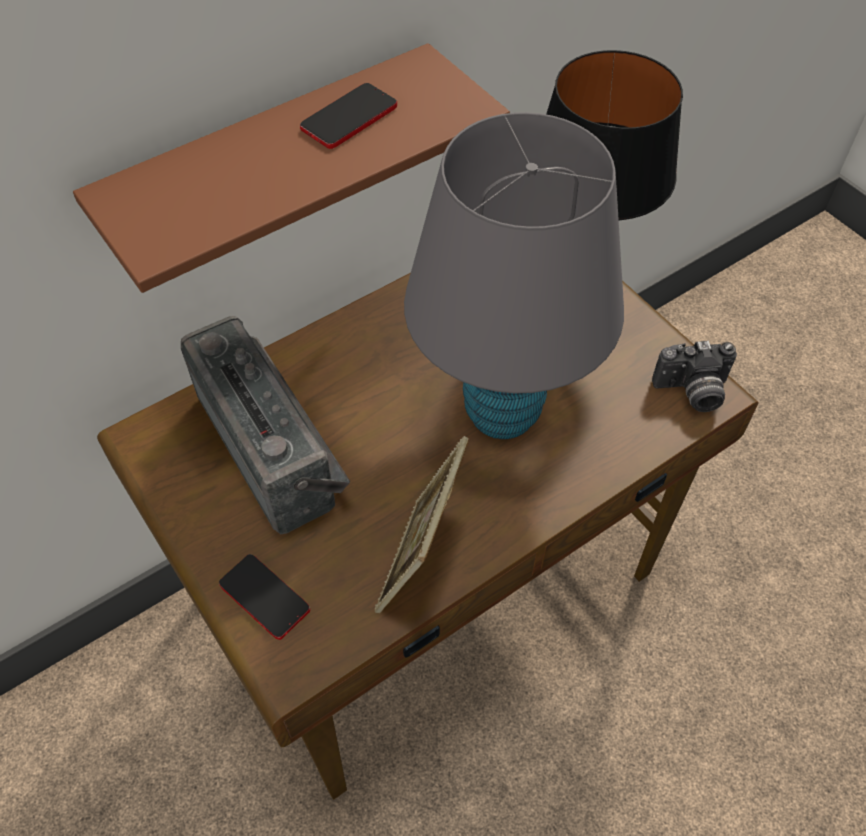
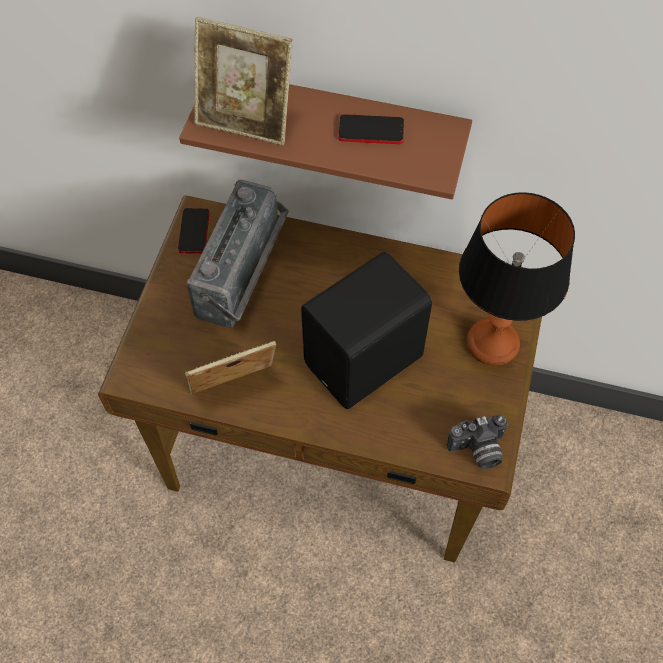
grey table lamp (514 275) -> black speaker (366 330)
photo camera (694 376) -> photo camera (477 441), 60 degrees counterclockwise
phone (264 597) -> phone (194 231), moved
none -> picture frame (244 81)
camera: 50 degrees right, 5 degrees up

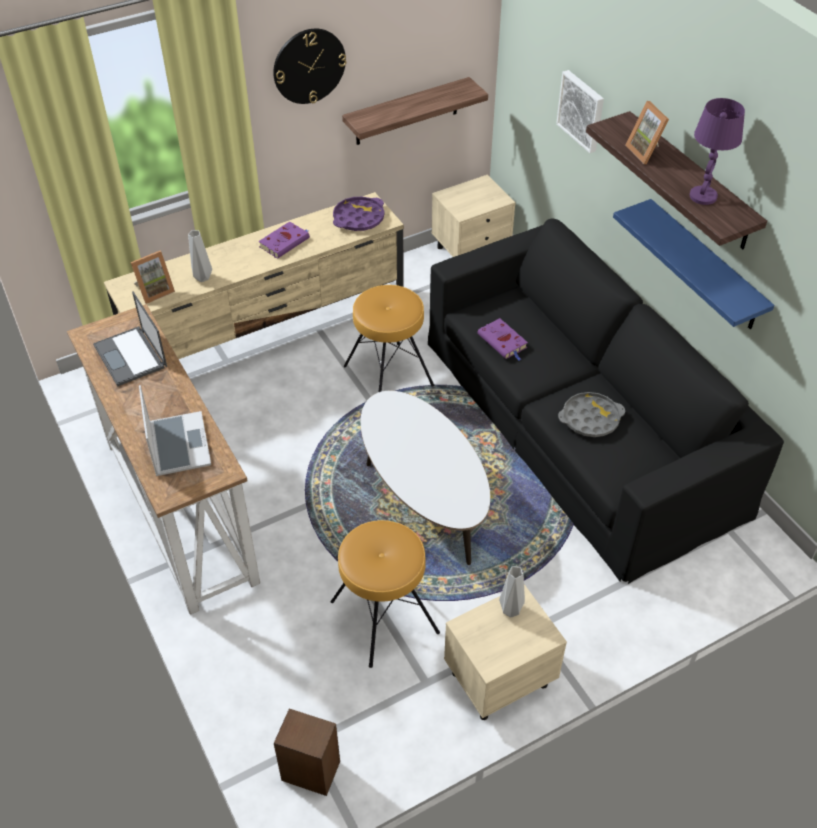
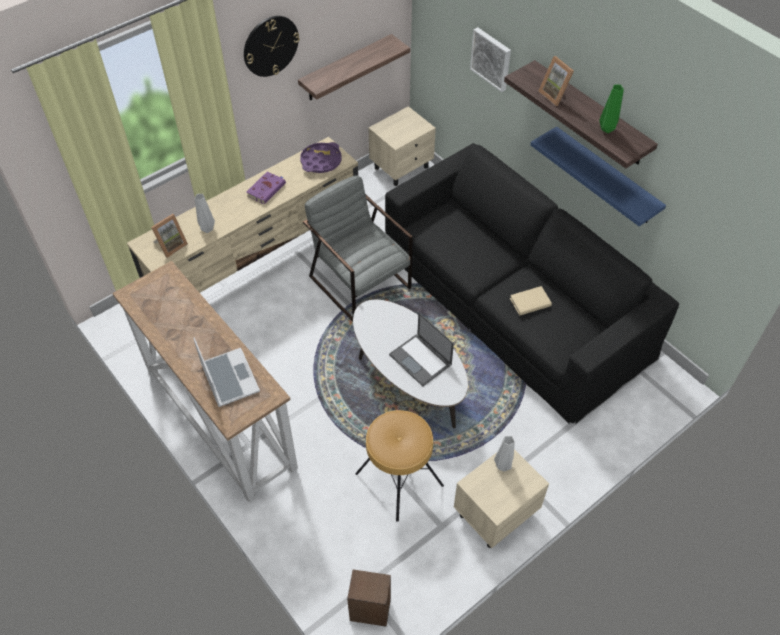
purple table lamp (717 151) -> green vase (611 108)
brown stool (389 338) -> grey armchair (358 248)
laptop (130 339) -> laptop (421 350), moved
purple book (502 339) -> none
grey tray (591 414) -> beige book (531 301)
camera: 10 degrees left, 5 degrees up

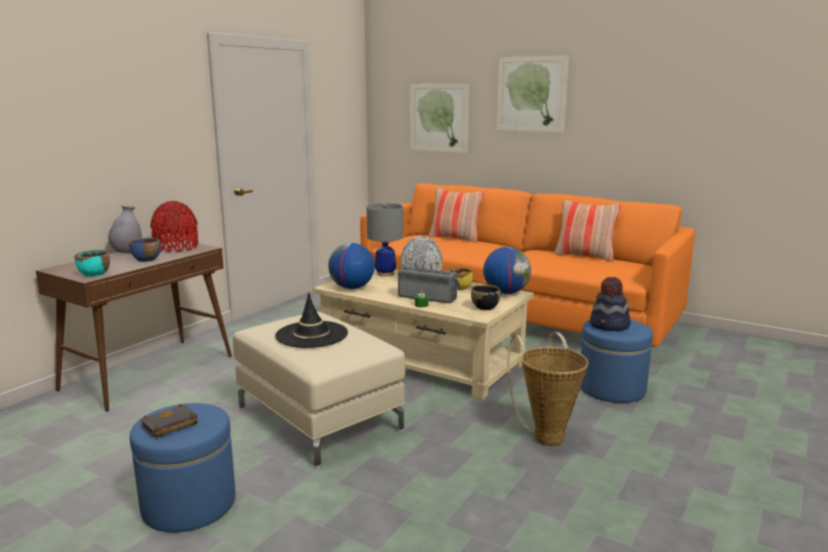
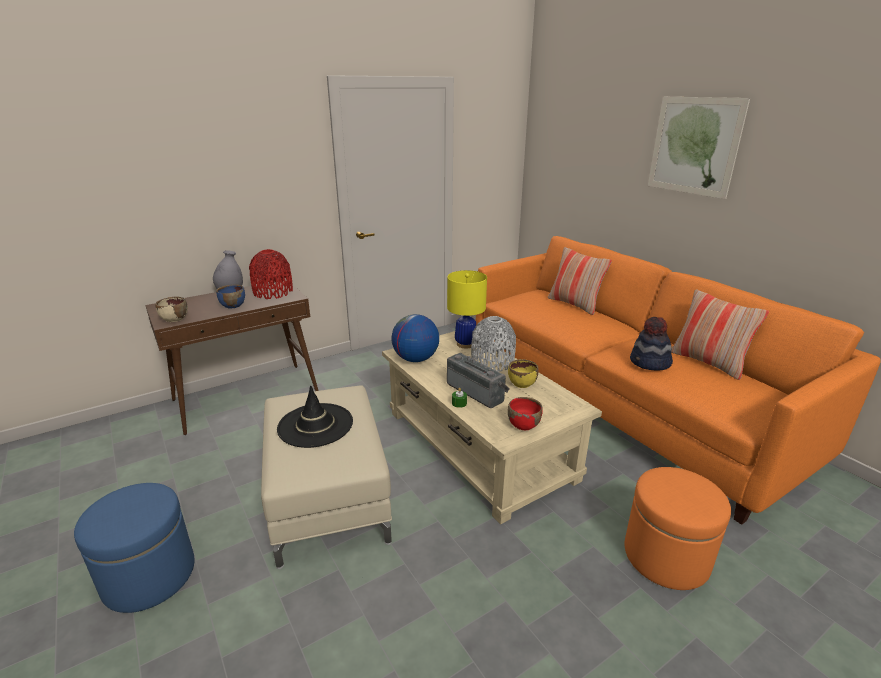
picture (439 118) -> none
grey table lamp (384 240) -> yellow table lamp (467 309)
globe (507 270) -> none
turquoise bowl (92 263) -> beige bowl (171 309)
hat (610 304) -> hat (651 343), moved
black bowl (486 297) -> red bowl (525 413)
blue ottoman (616 361) -> orange ottoman (678 528)
basket (547 389) -> none
black book (169 421) -> none
camera: 25 degrees right, 10 degrees up

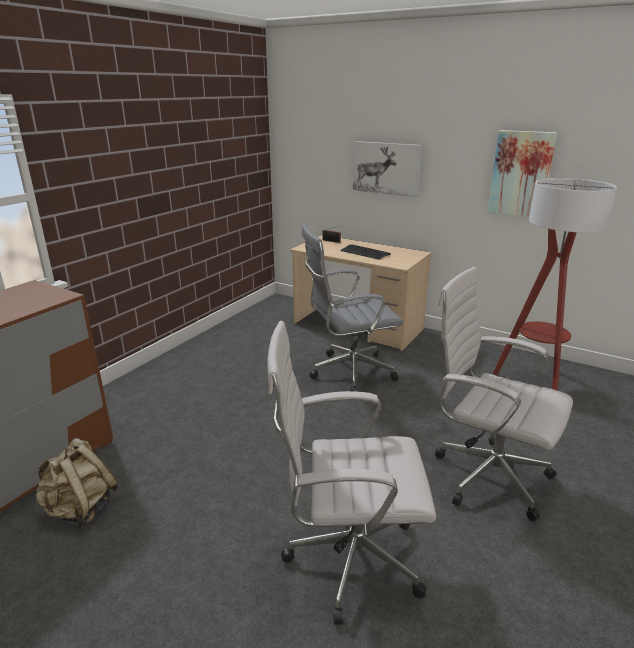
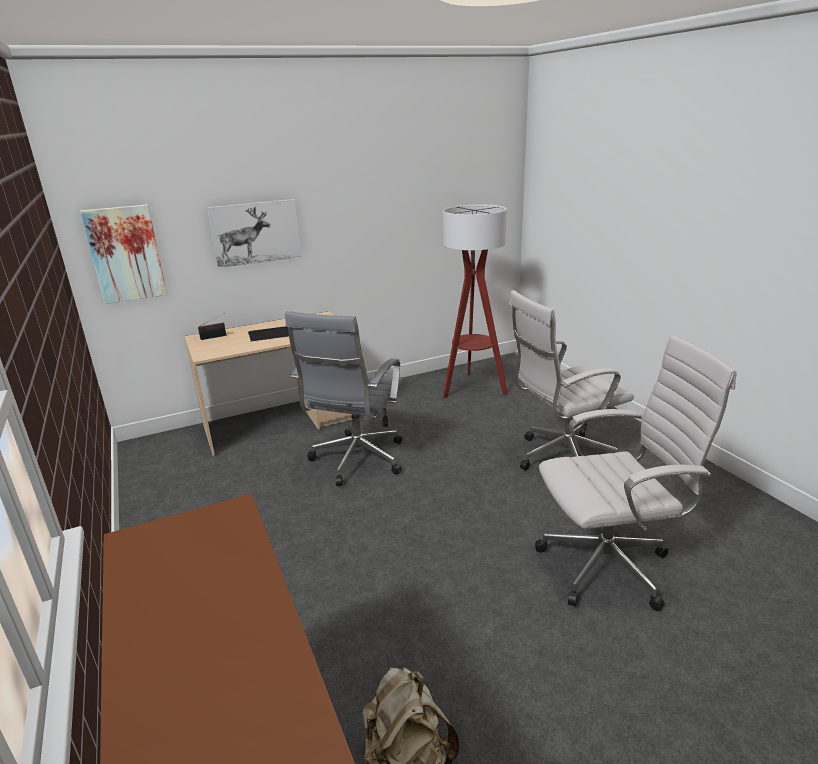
picture (522 173) -> picture (124 254), moved
white office chair (351 473) -> white office chair (636 473), 135 degrees counterclockwise
camera: 55 degrees left, 0 degrees up

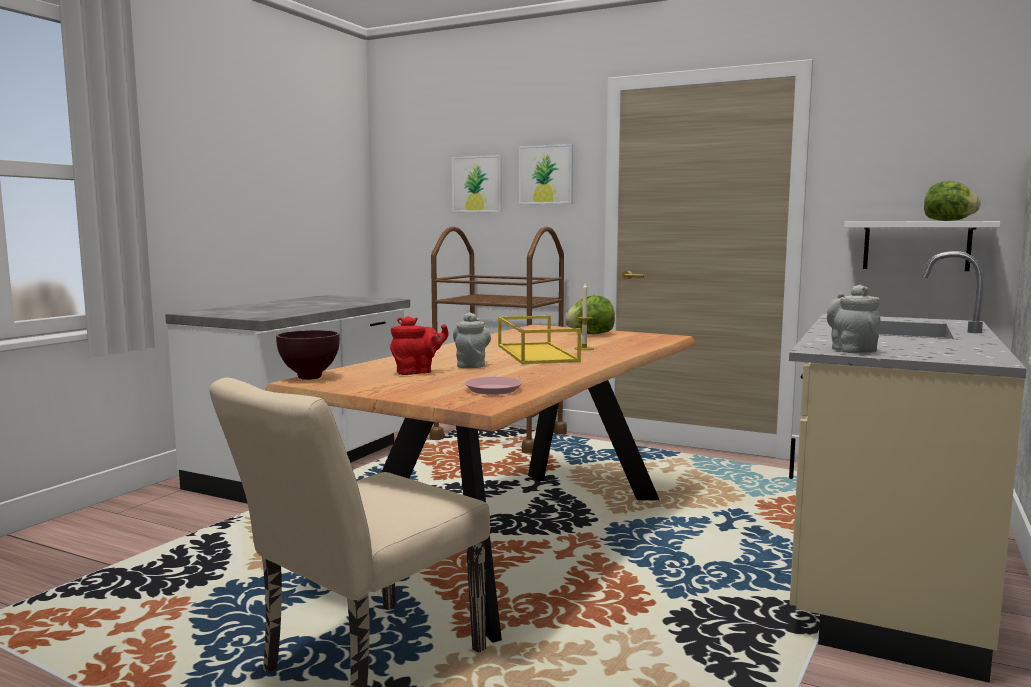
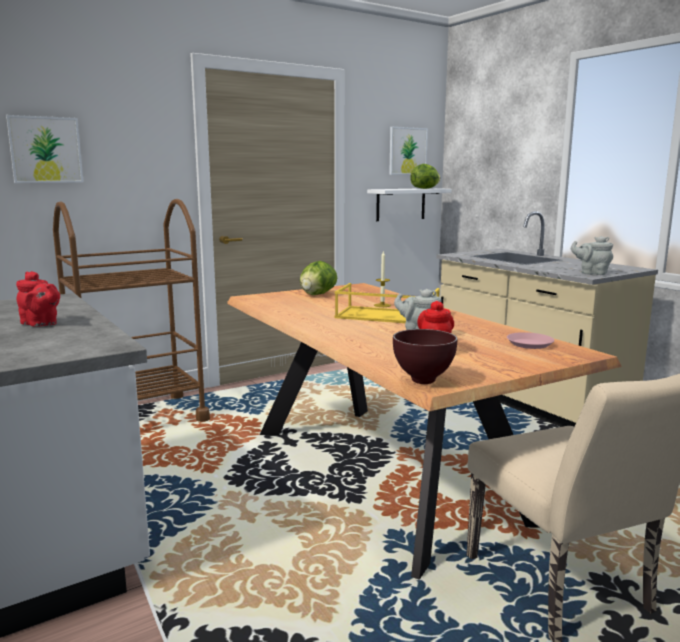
picture (546 174) -> picture (408 151), moved
none -> red teapot (38 299)
camera: 60 degrees left, 5 degrees up

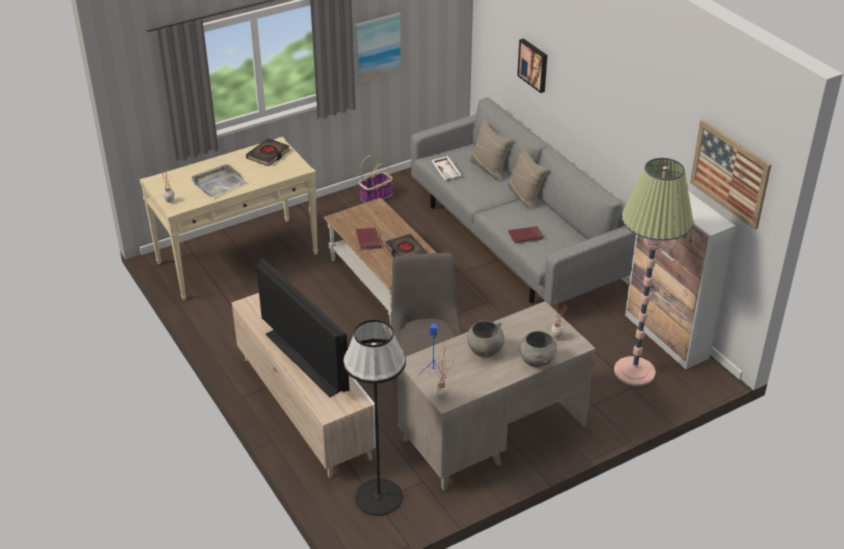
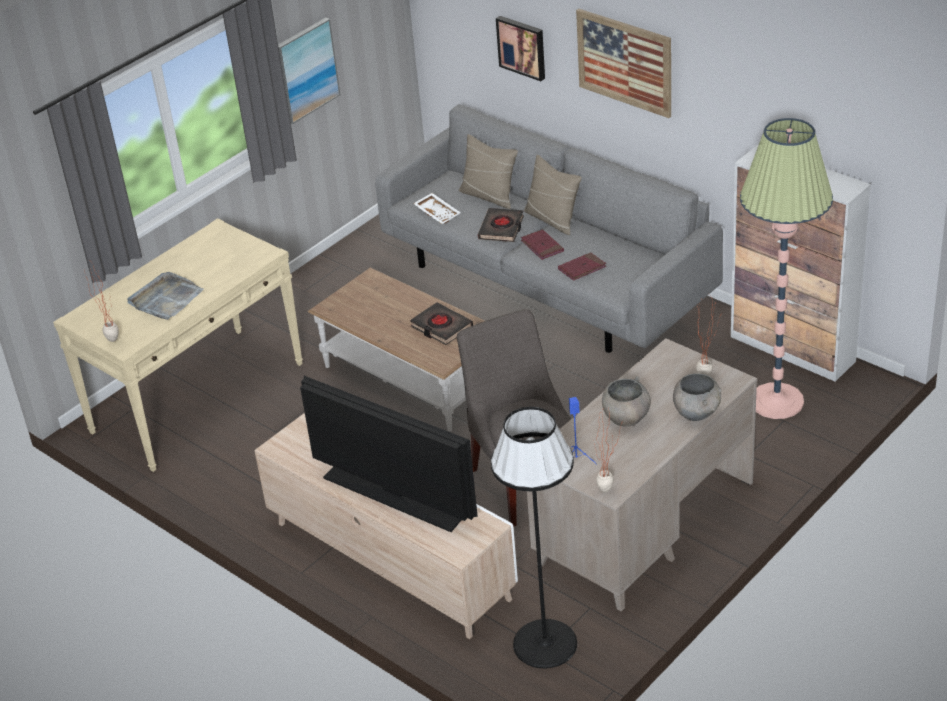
picture (730 175) -> picture (623 63), moved
black book (268 152) -> black book (501 225), moved
basket (376 179) -> none
red book (368 238) -> red book (542 244), moved
camera: 15 degrees left, 0 degrees up

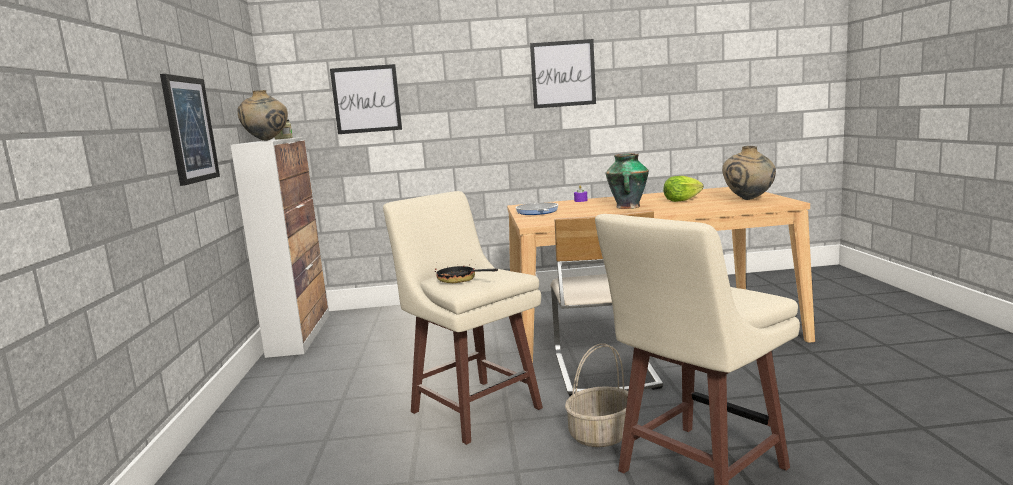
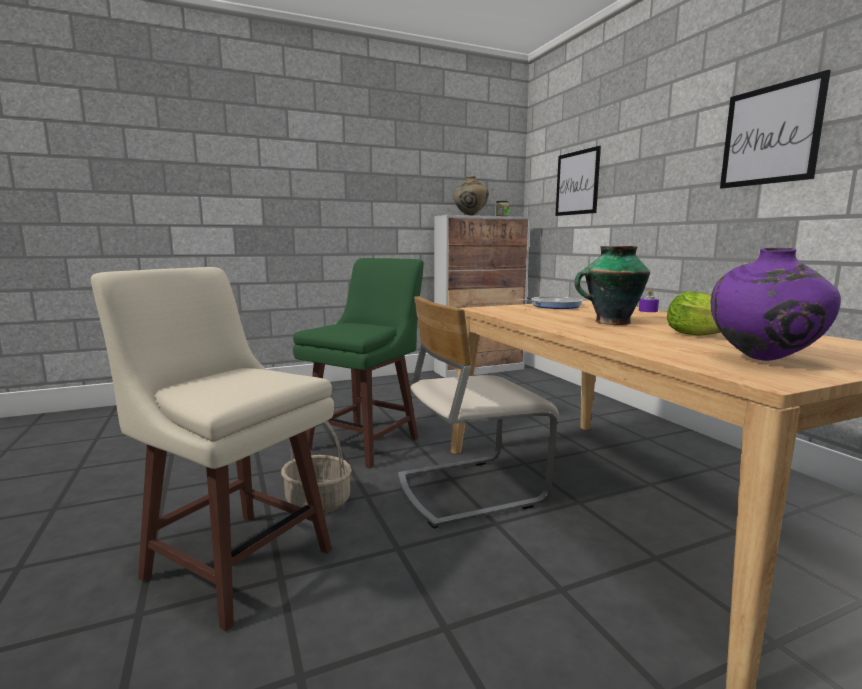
picture (190 130) -> none
beige vase (749 173) -> purple vase (775 304)
beige stool (463 318) -> green stool (358 363)
frying pan (466 273) -> none
camera: 70 degrees right, 0 degrees up

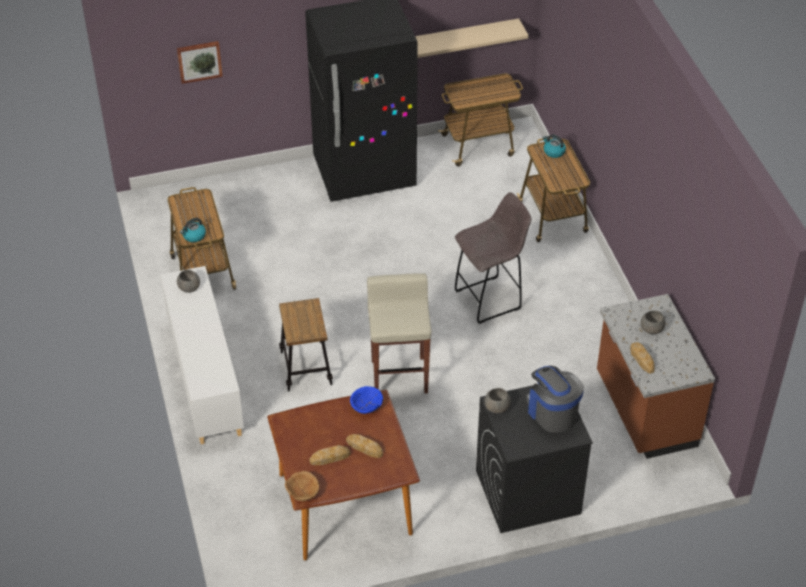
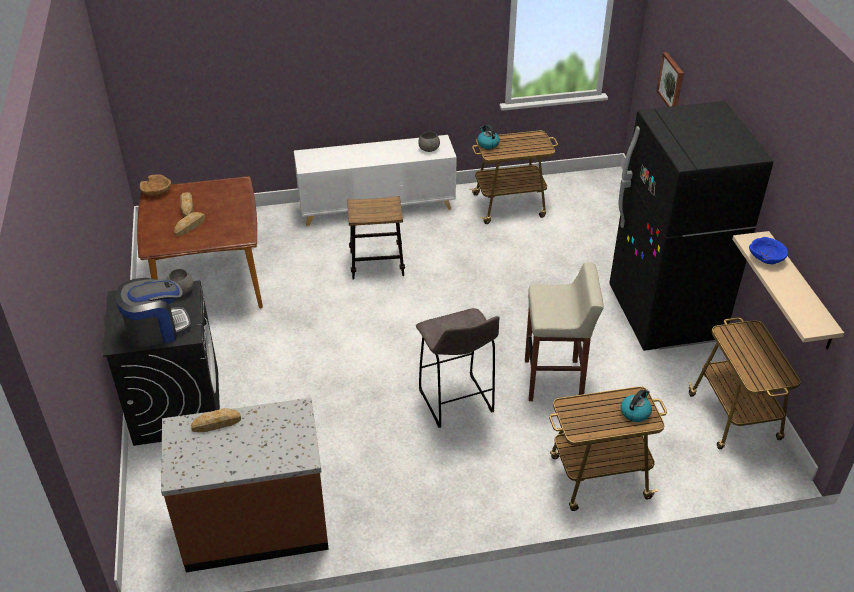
beige stool (399 333) -> beige stool (564 331), moved
grey bowl (653 322) -> none
blue bowl (366 400) -> blue bowl (768 250), moved
camera: 95 degrees right, 5 degrees down

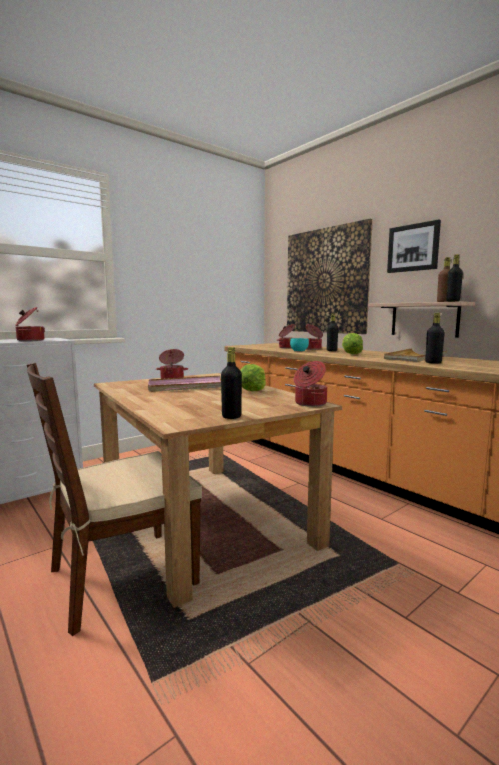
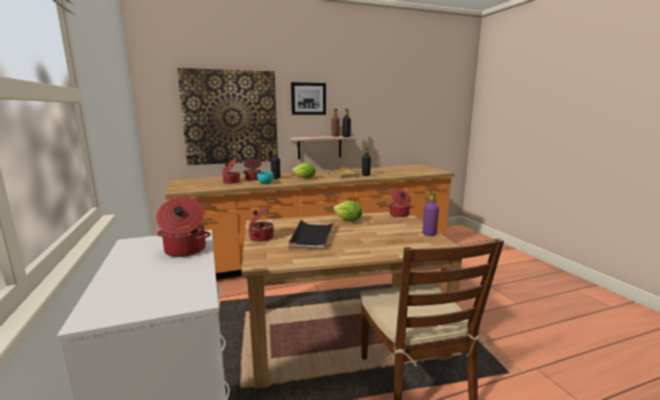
black bottle (231 383) -> purple bottle (431 213)
pink tray (184 384) -> black tray (312 234)
camera: 70 degrees left, 5 degrees up

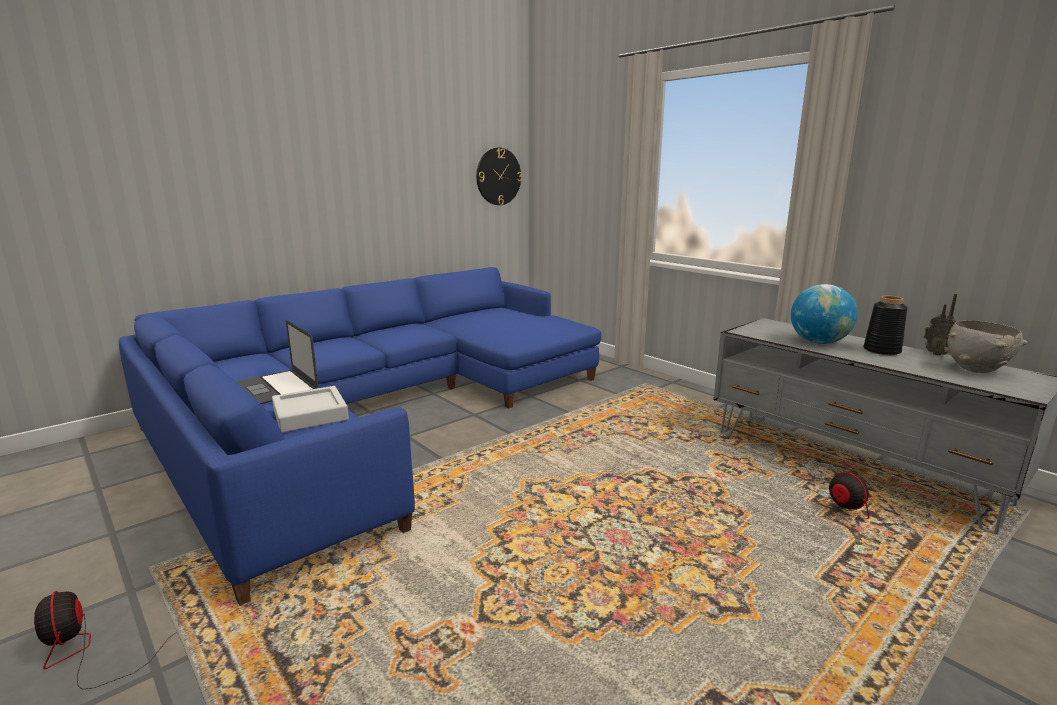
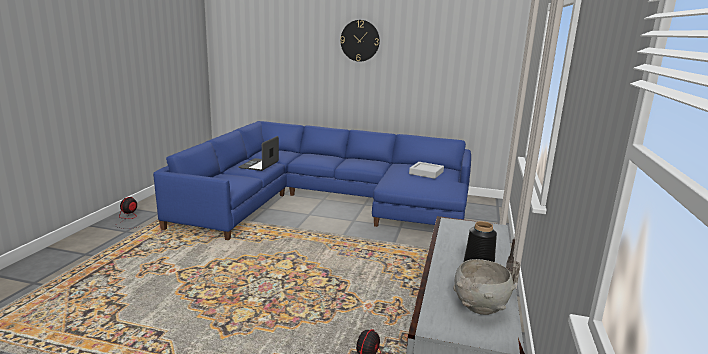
wall clock (499 176) -> wall clock (360 40), moved
globe (824 314) -> none
grey tray (310 409) -> grey tray (426 170), moved
camera: 55 degrees right, 0 degrees up

